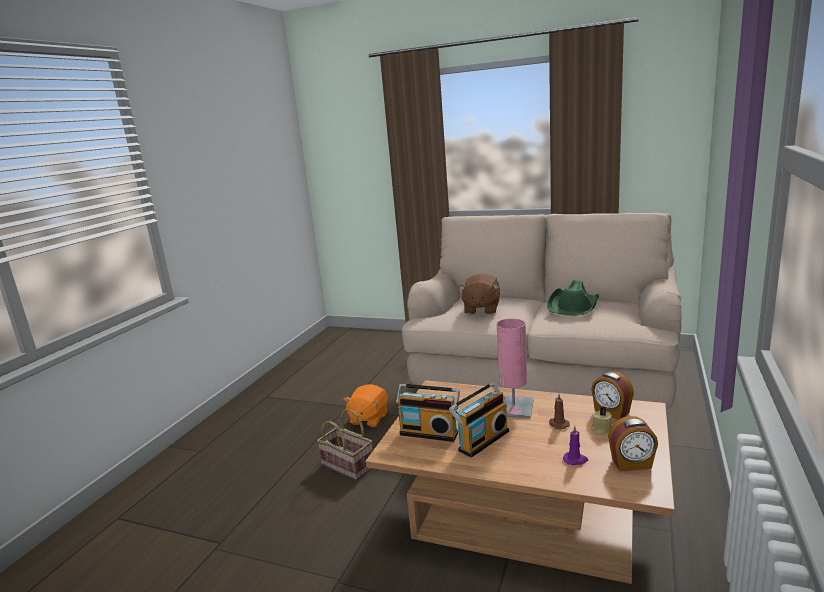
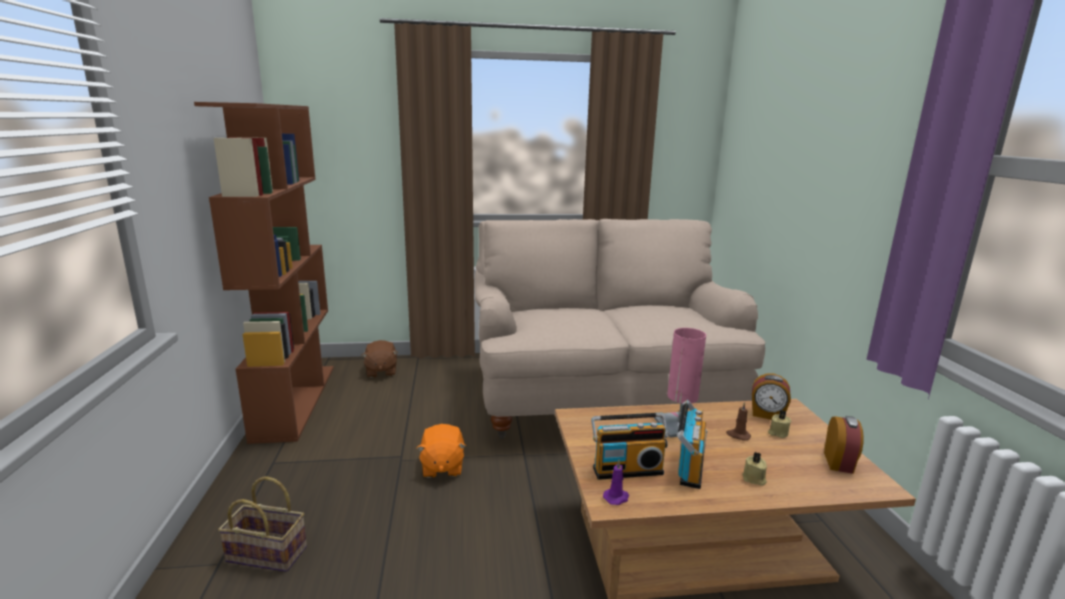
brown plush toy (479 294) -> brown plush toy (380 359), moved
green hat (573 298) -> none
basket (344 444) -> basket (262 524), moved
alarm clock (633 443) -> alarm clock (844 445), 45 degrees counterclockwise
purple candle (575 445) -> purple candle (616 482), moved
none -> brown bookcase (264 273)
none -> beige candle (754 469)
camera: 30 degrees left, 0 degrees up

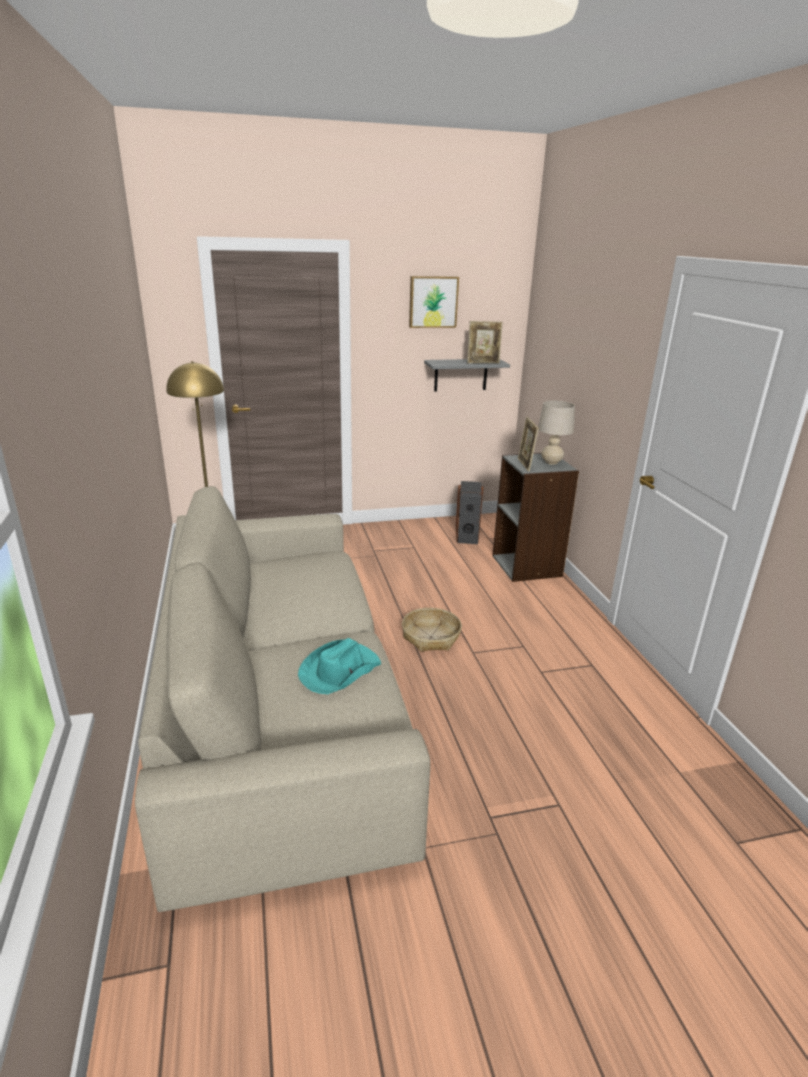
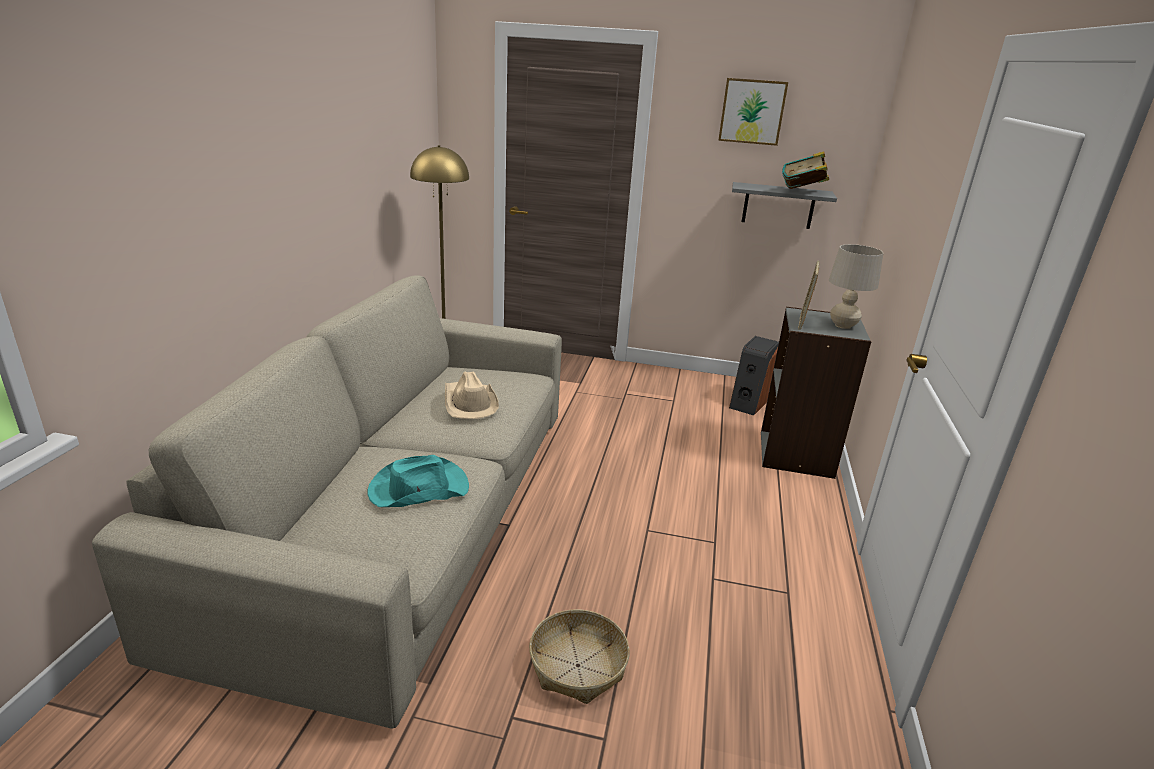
picture frame (485 342) -> book (805 170)
basket (432 630) -> basket (579 656), moved
none -> beige hat (472 395)
camera: 25 degrees right, 0 degrees up

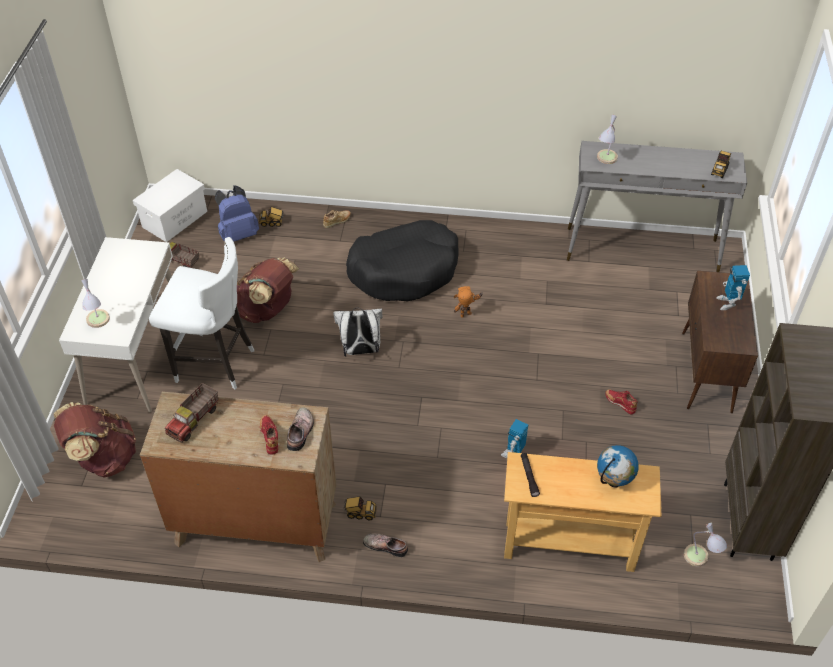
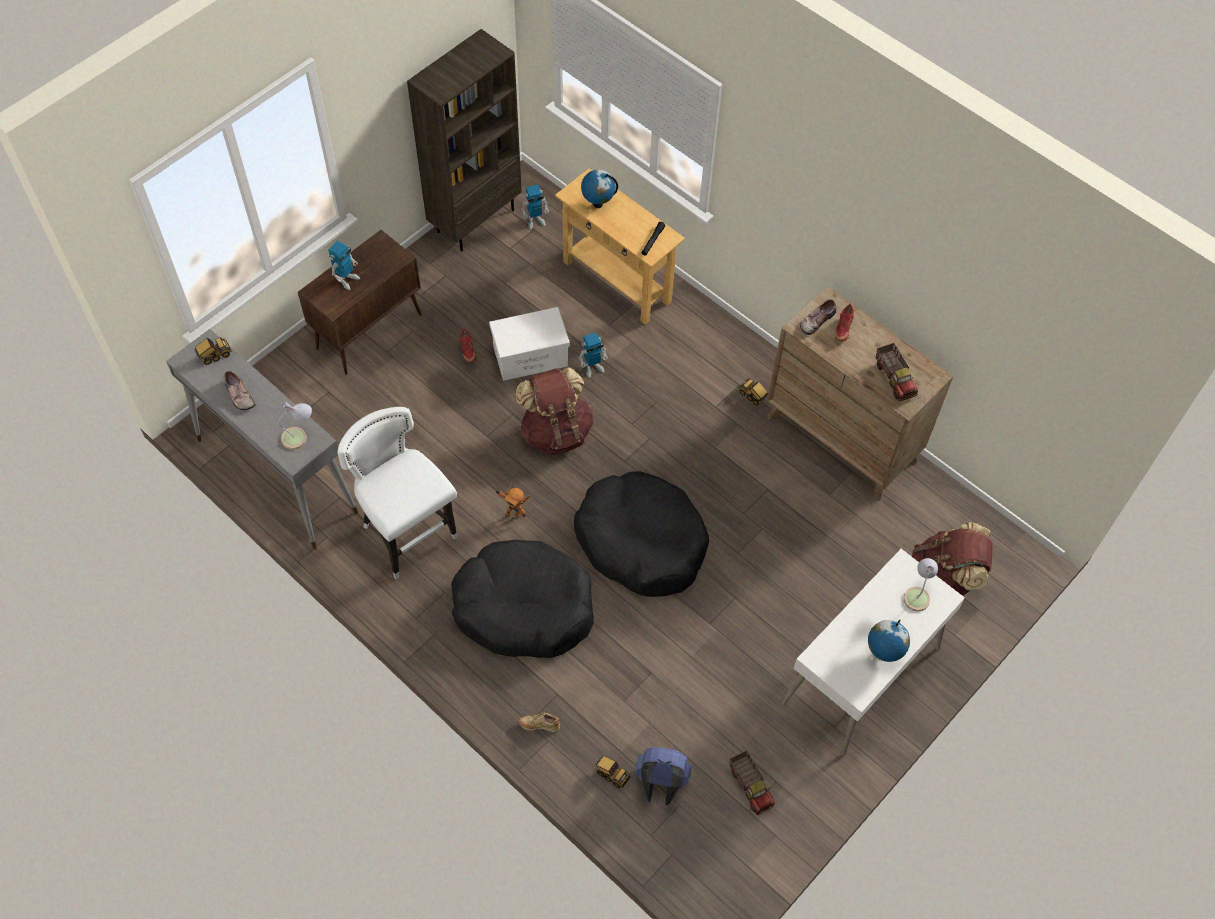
white storage box (170 205) -> white storage box (529 344), moved
white stool (201 313) -> white stool (398 493), moved
brown backpack (268 290) -> brown backpack (554 411), moved
white backpack (357 332) -> black dog bed (641 534)
toy truck (191 413) -> toy truck (897 372), 90 degrees clockwise
table lamp (705 544) -> toy robot (535 207)
shoe (385 545) -> shoe (240 390), moved
none -> globe (889 641)
camera: 145 degrees left, 10 degrees up

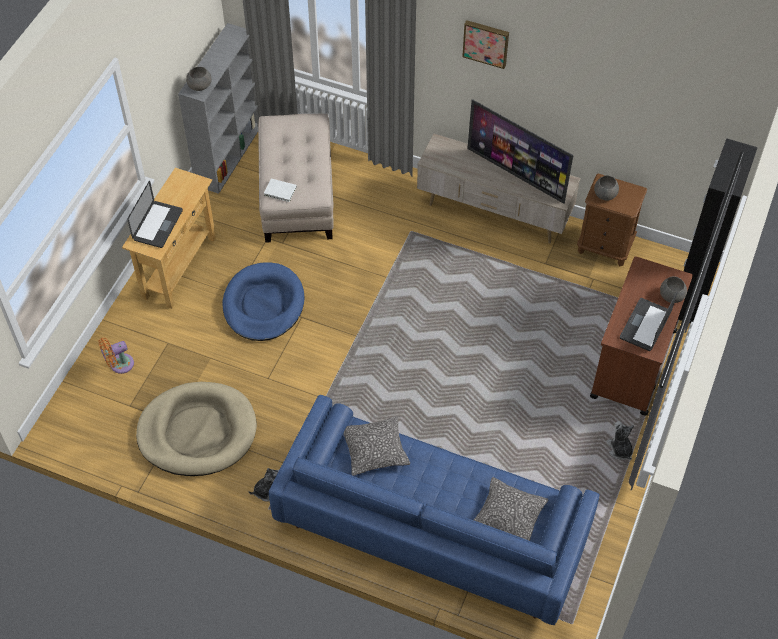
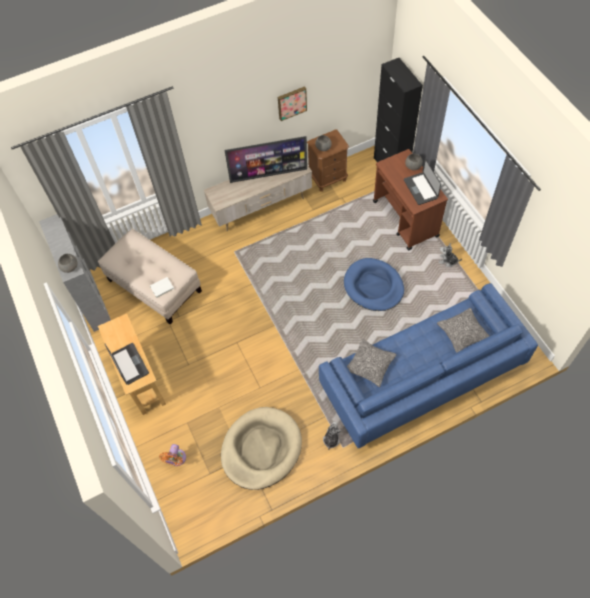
picture (485 44) -> picture (292 103), moved
blue dog bed (264 301) -> blue dog bed (374 284), moved
camera: 45 degrees left, 5 degrees up

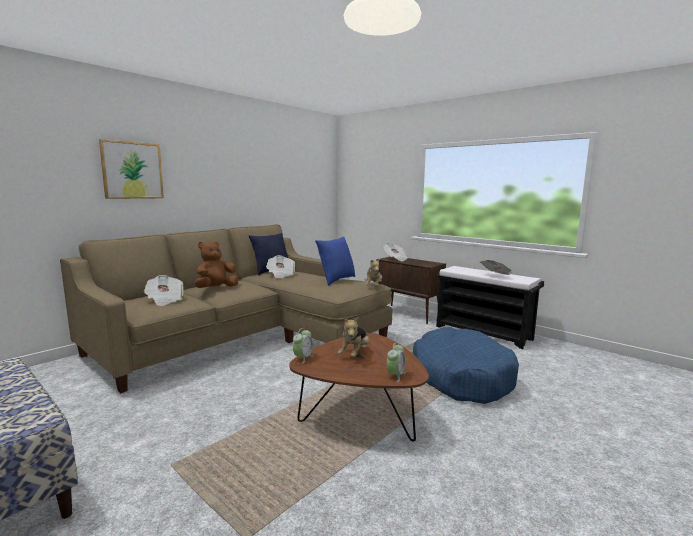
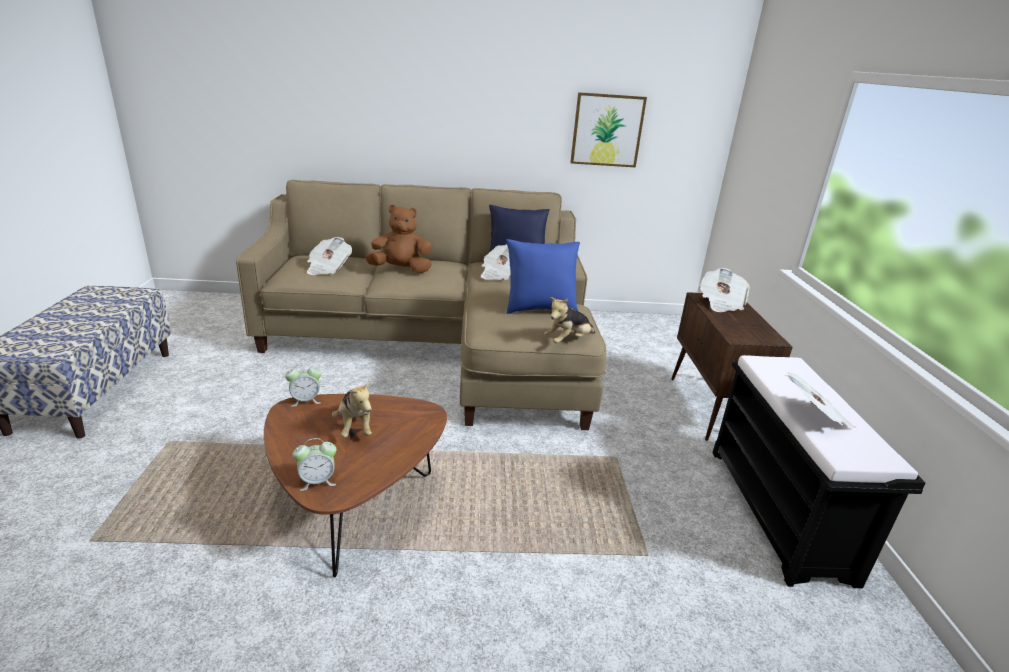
picture (131 169) -> picture (608 129), moved
plush toy (353 337) -> plush toy (352 408), 90 degrees counterclockwise
blue dog bed (466 365) -> none
camera: 45 degrees right, 15 degrees up

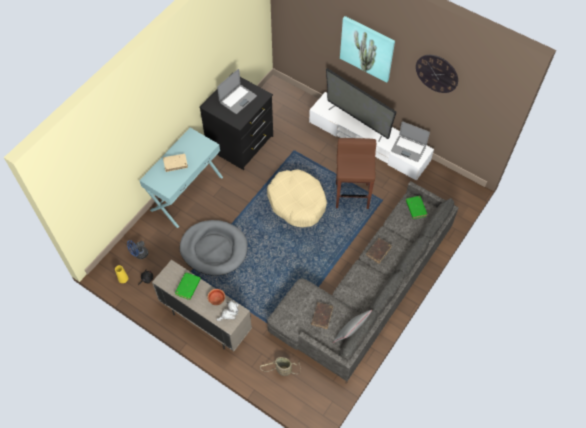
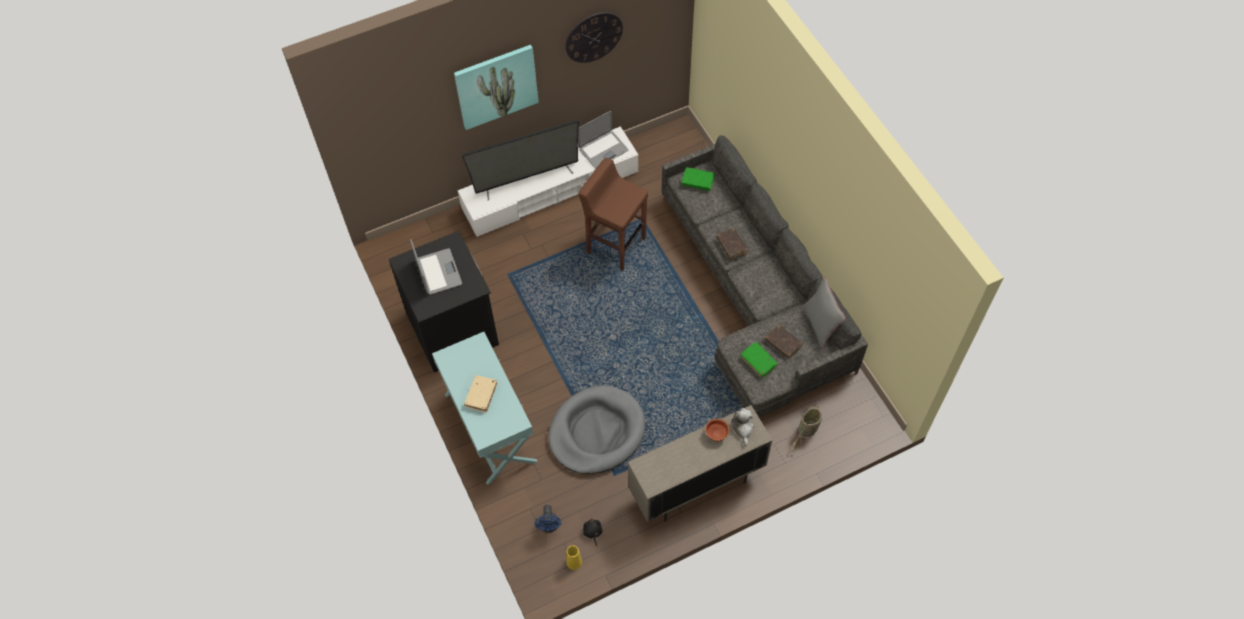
beige dog bed (297 198) -> none
green book (188 286) -> green book (759 360), moved
camera: 60 degrees left, 0 degrees up

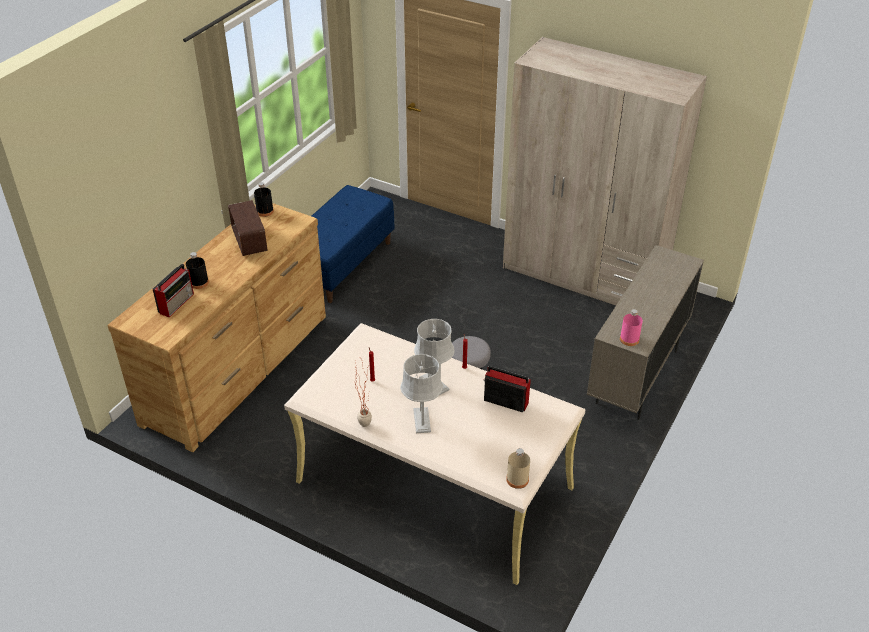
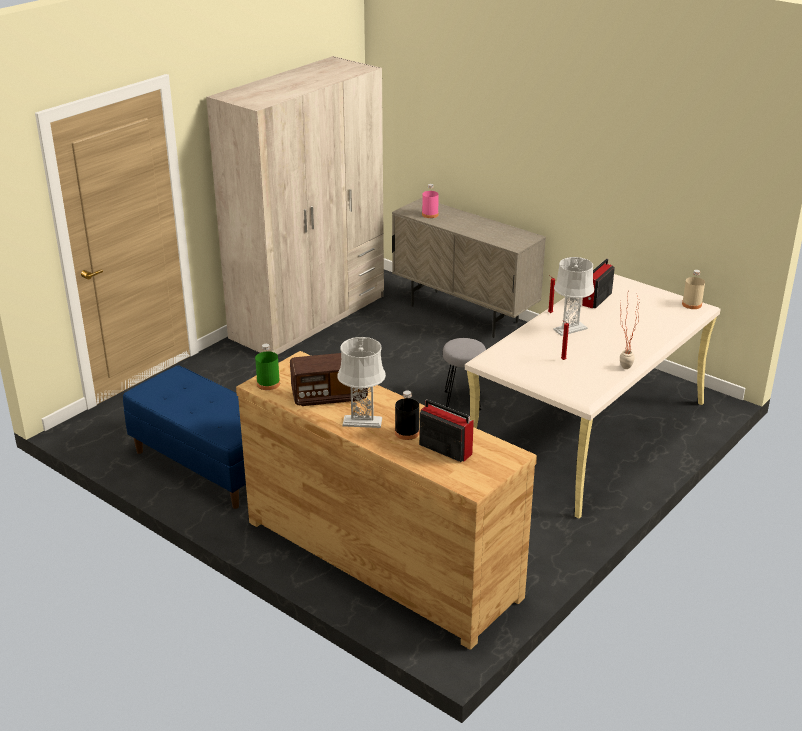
black bottle (264 199) -> green bottle (267 367)
pink bottle (631 327) -> pink bottle (430 201), moved
grey table lamp (421 393) -> grey table lamp (361 382), moved
camera: 80 degrees left, 10 degrees down

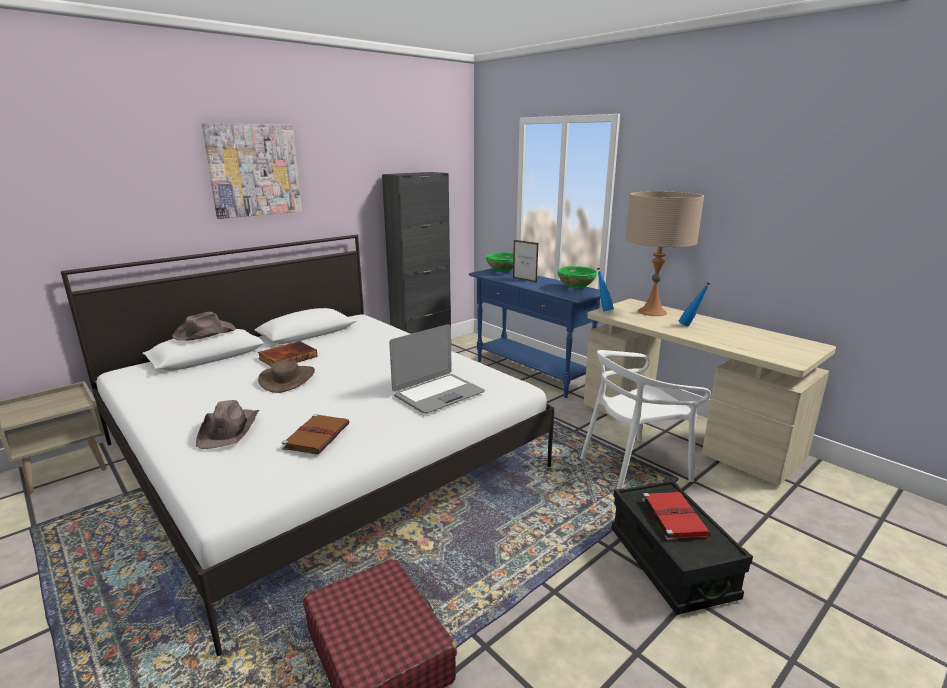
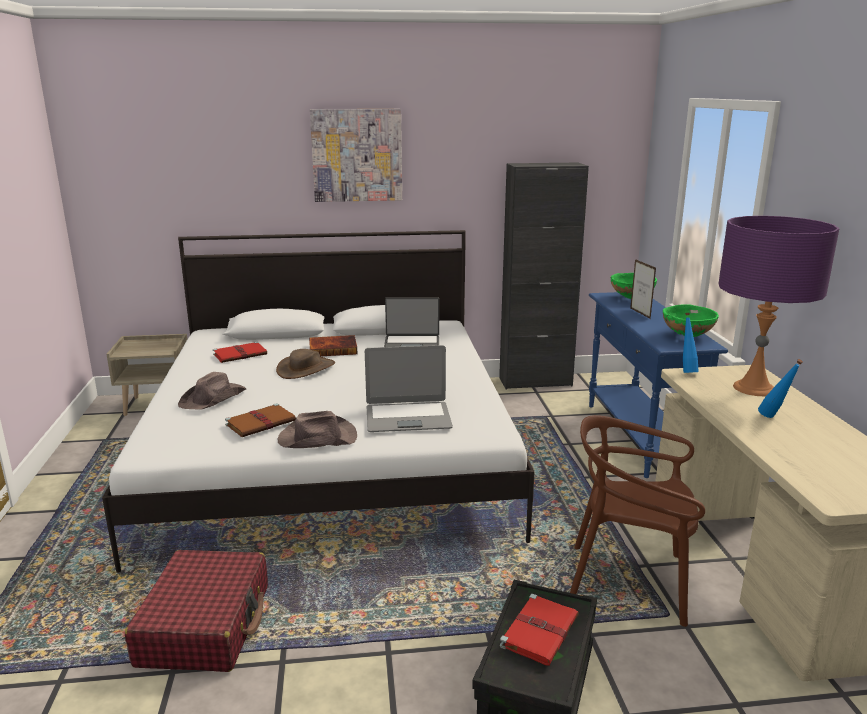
beige table lamp (664 253) -> purple table lamp (778 306)
brown hat (204 326) -> brown hat (317 429), moved
white chair (645 419) -> brown chair (637 521)
none -> laptop (411 322)
none -> red book (240 352)
camera: 35 degrees right, 0 degrees up

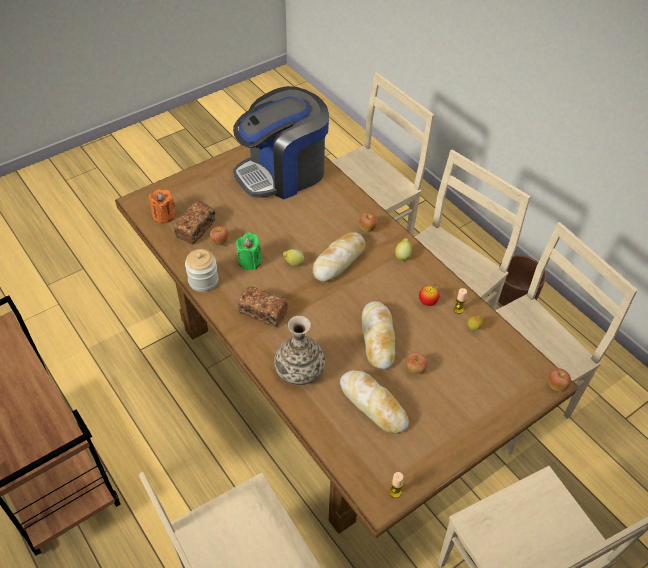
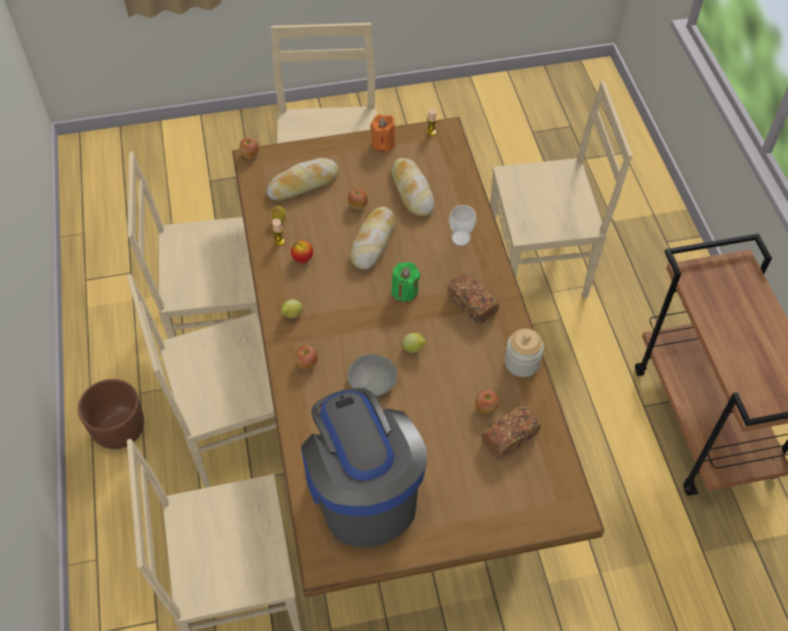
coffee machine (281 143) -> coffee machine (364 467), 105 degrees counterclockwise
orange candle (162 206) -> orange candle (382 133), moved
green candle (249 251) -> green candle (405 282), moved
bread (339 257) -> bread (303 179), moved
vase (299 350) -> cup (462 225)
none -> grey bowl (372 375)
camera: 155 degrees left, 5 degrees up

